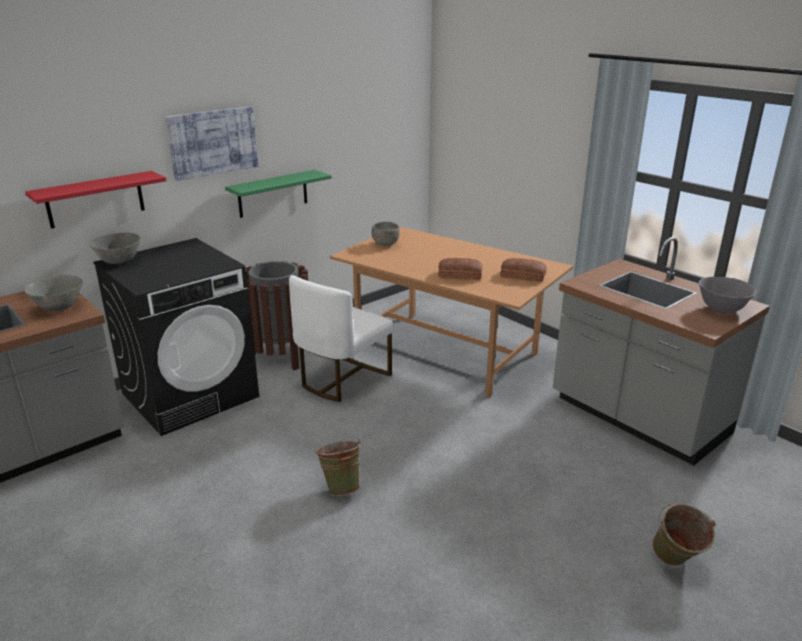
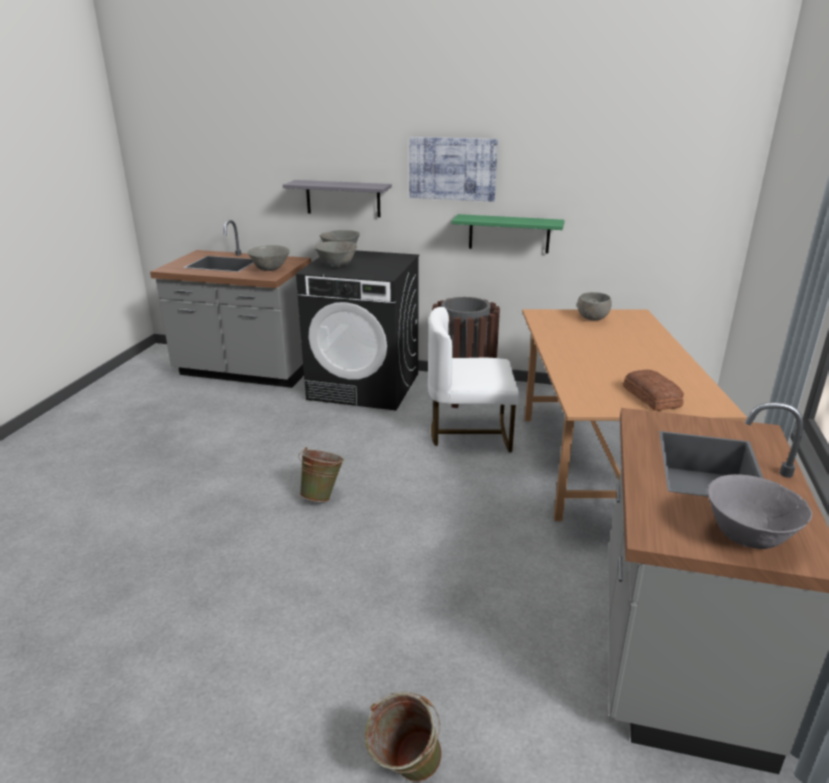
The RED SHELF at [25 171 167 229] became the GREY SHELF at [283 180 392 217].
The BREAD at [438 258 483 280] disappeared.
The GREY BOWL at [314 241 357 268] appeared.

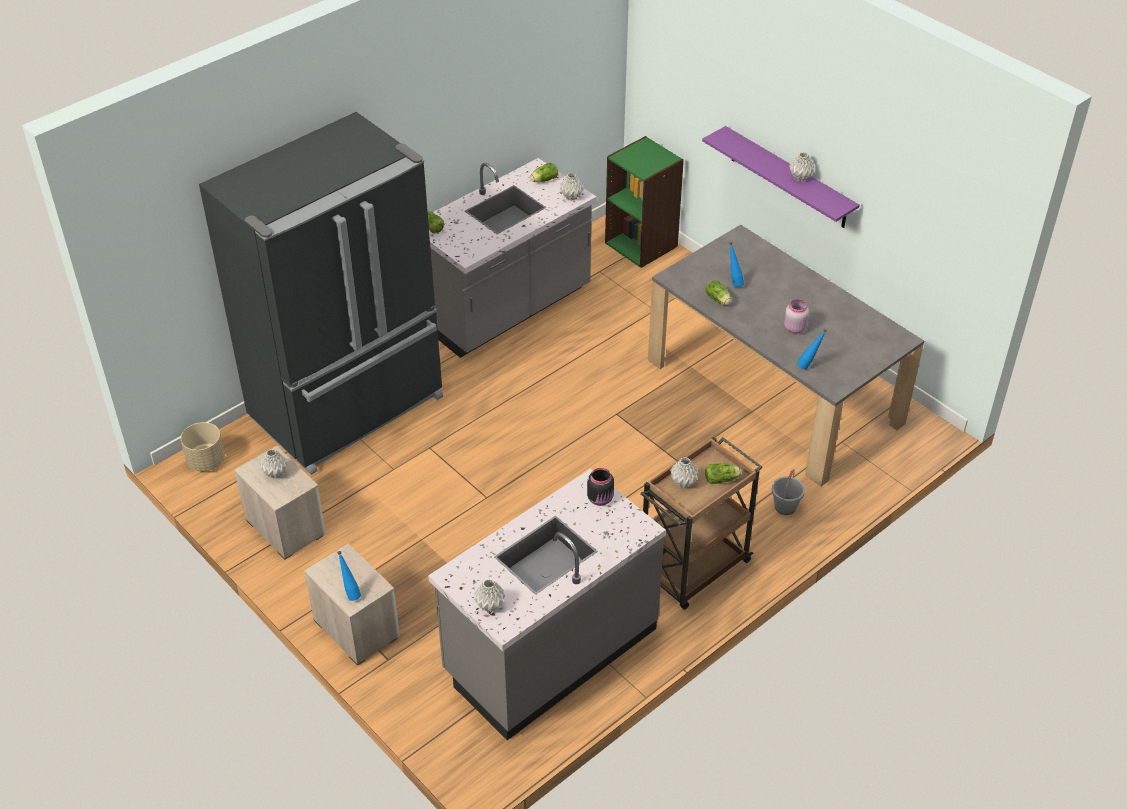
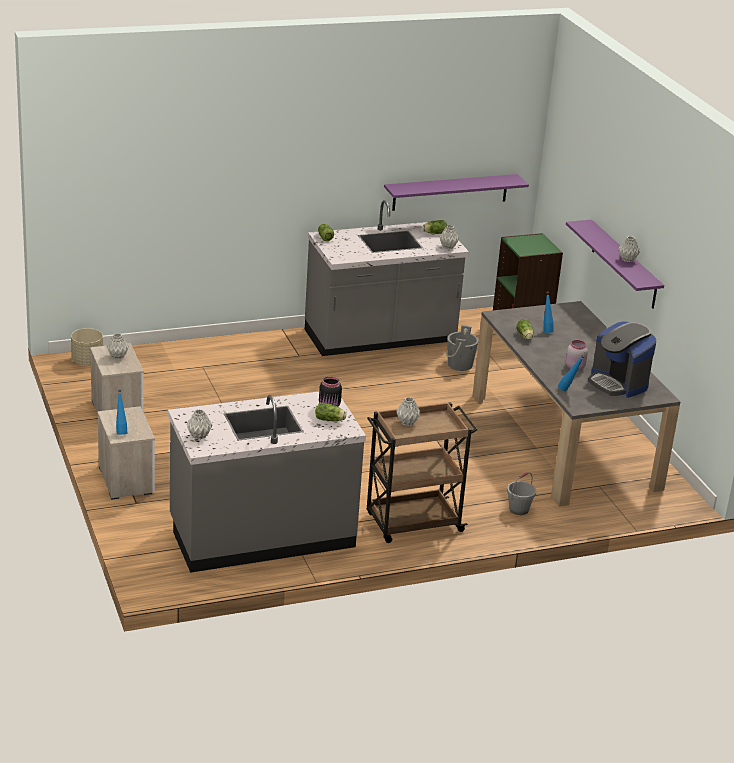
The BLACK FRIDGE at [199 112 443 475] disappeared.
The LETTUCE moved from [705 463 741 484] to [315 403 346 421].
The PURPLE SHELF at [384 174 529 211] appeared.
The GREY BUCKET at [446 325 479 371] appeared.
The COFFEE MACHINE at [588 321 656 398] appeared.

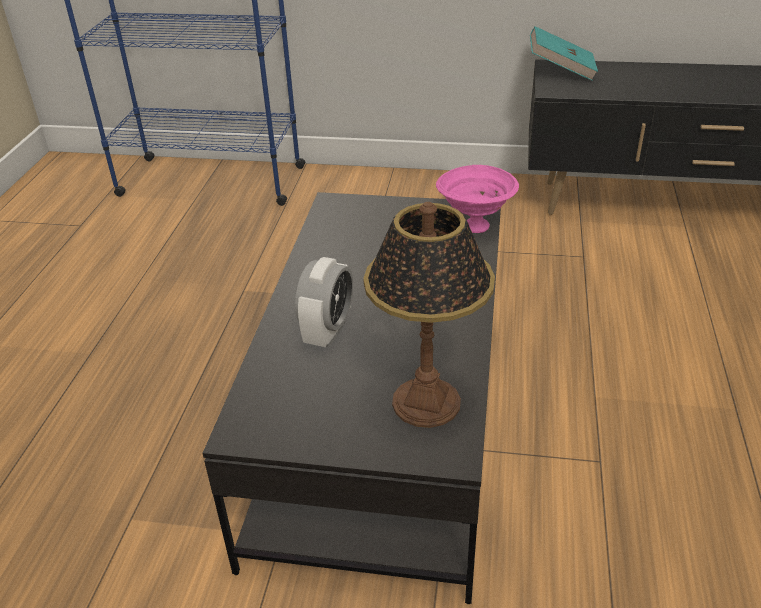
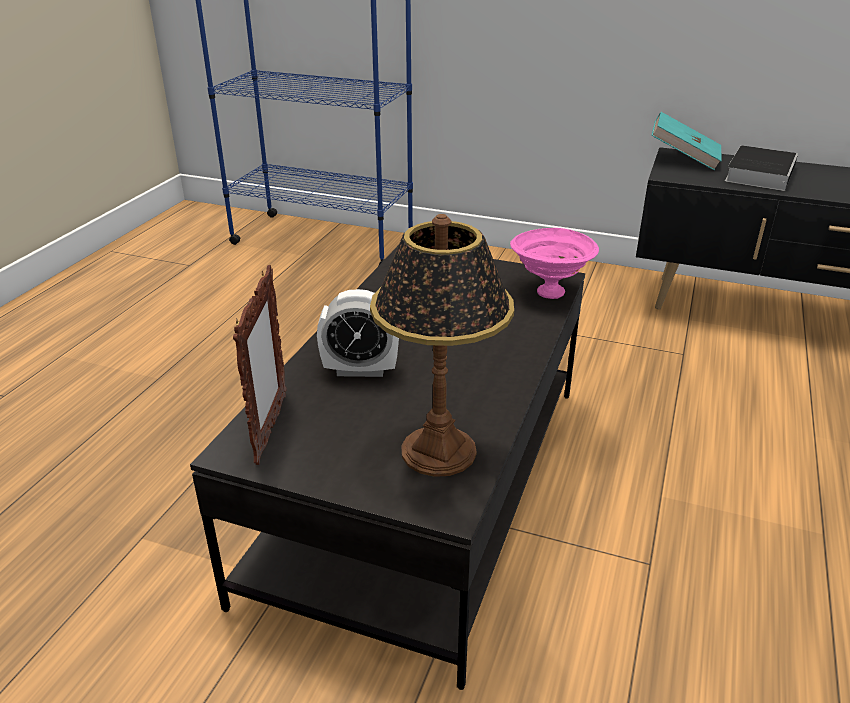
The ALARM CLOCK at [295 257 353 348] turned 60 degrees clockwise.
The PICTURE FRAME at [233 265 287 465] appeared.
The BOOK at [725 145 798 191] appeared.

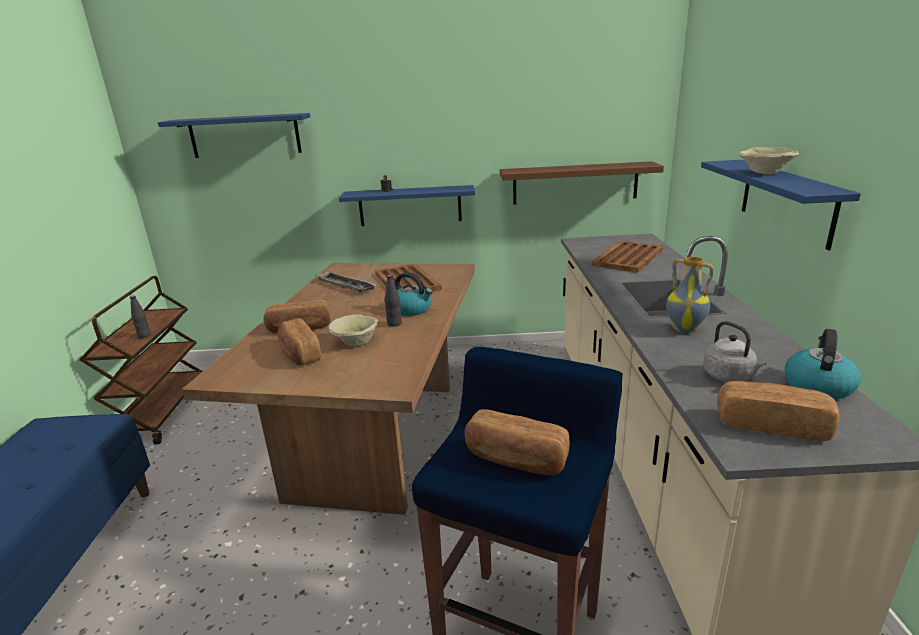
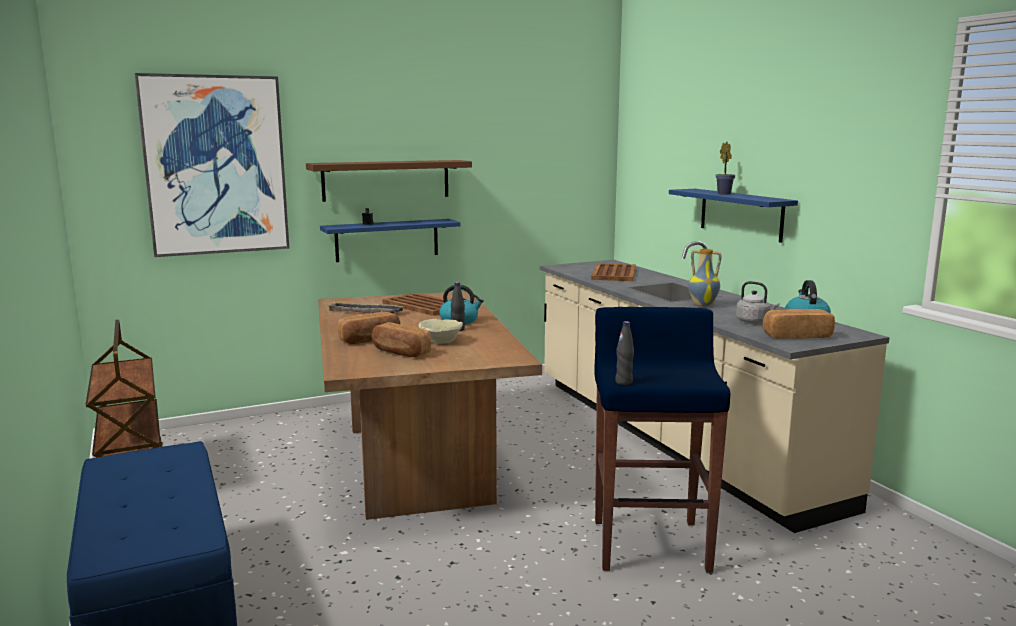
The BLACK BOTTLE moved from [130 295 151 338] to [615 321 634 385].
The BLUE SHELF at [158 113 310 158] was replaced by the PICTURE at [134 73 289 257].
The BREAD at [465 409 570 475] disappeared.
The BROWN SHELF moved from [500 161 664 205] to [306 160 472 202].
The BEIGE BOWL at [738 147 799 175] was replaced by the POTTED PLANT at [716 142 735 195].

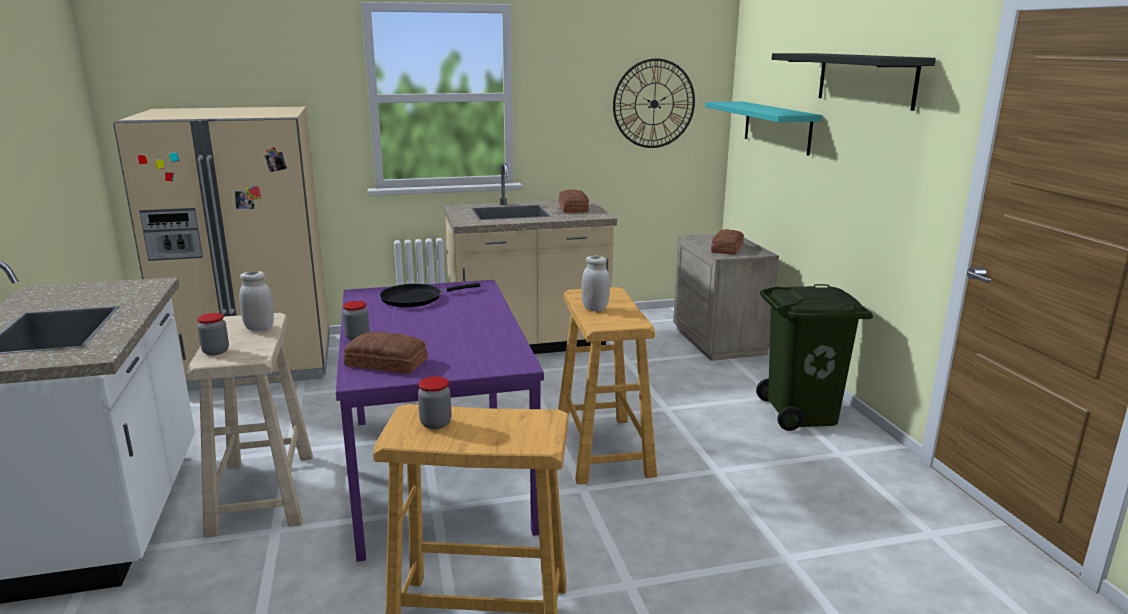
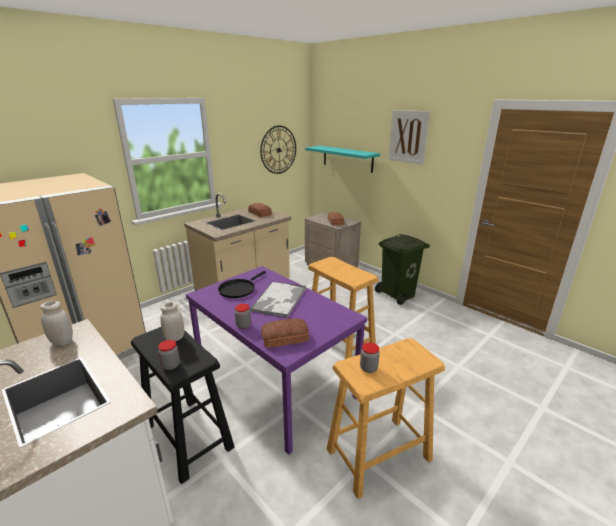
The BEIGE STOOL at [187 313 313 537] became the BLACK STOOL at [131 327 235 484].
The WHITE JAR moved from [582 256 610 312] to [40 301 73 346].
The BLACK SHELF at [772 53 936 111] was replaced by the PICTURE at [388 110 430 165].
The TRAY at [250 281 306 318] appeared.

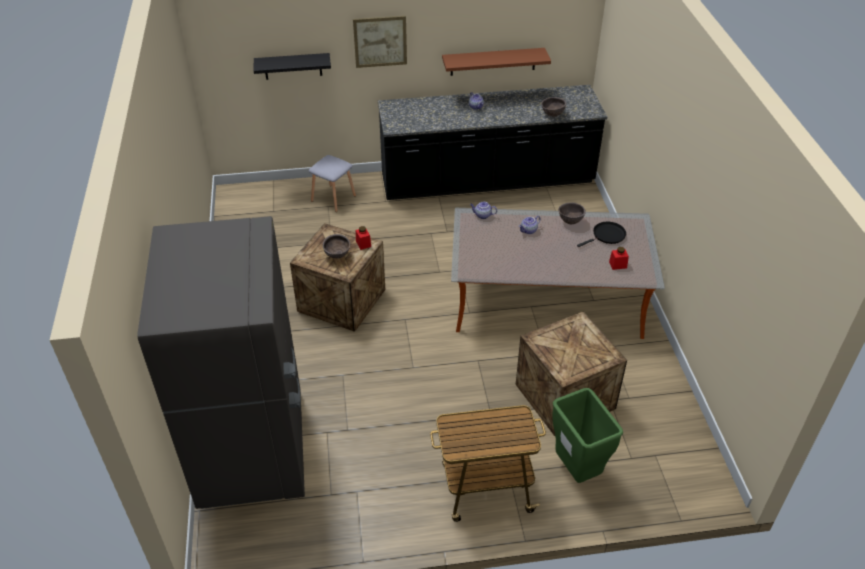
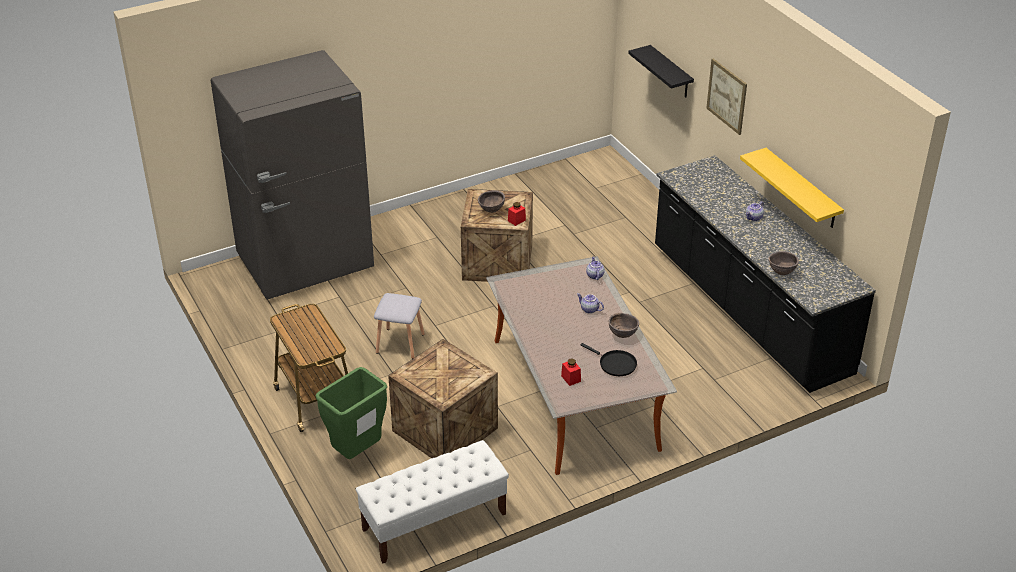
The GREY STOOL moved from [309 155 356 212] to [374 293 425 359].
The BROWN SHELF at [442 48 551 76] became the YELLOW SHELF at [740 148 844 228].
The WHITE BENCH at [356 440 509 563] appeared.

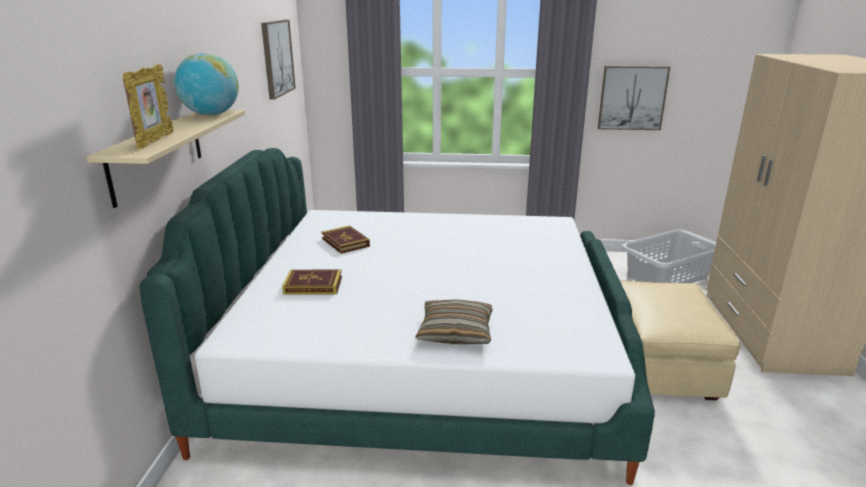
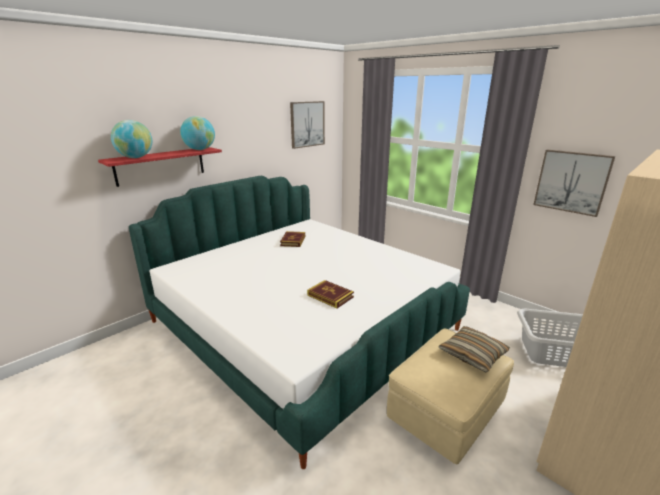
The BEIGE SHELF at [86 110 245 208] became the RED SHELF at [98 147 222 187].
The PICTURE FRAME at [123 64 174 149] was replaced by the GLOBE at [111 120 152 158].
The BOOK moved from [282 270 342 295] to [307 280 354 308].
The PILLOW moved from [415 300 493 344] to [438 326 510 372].

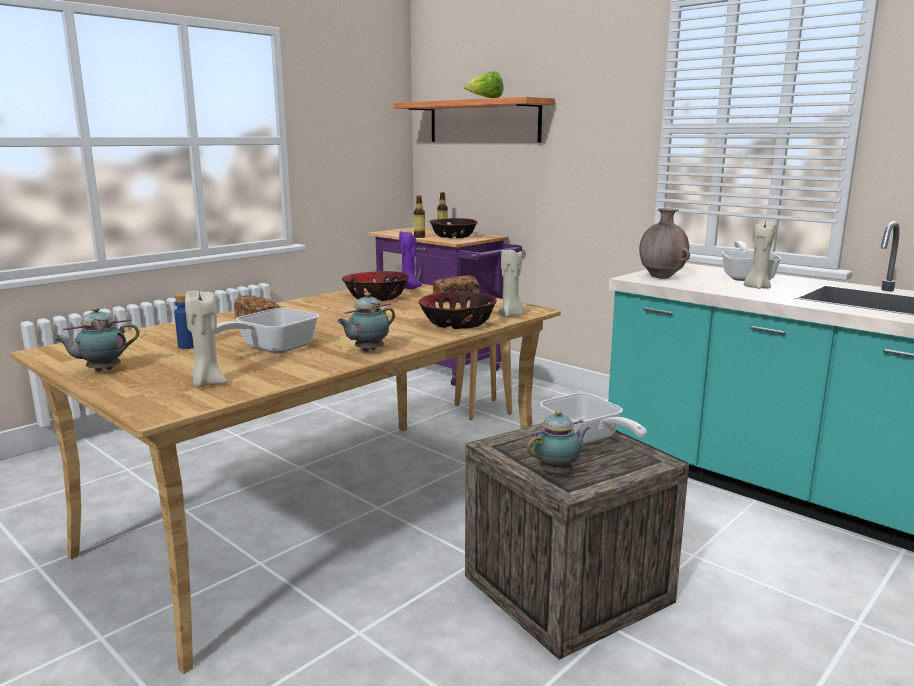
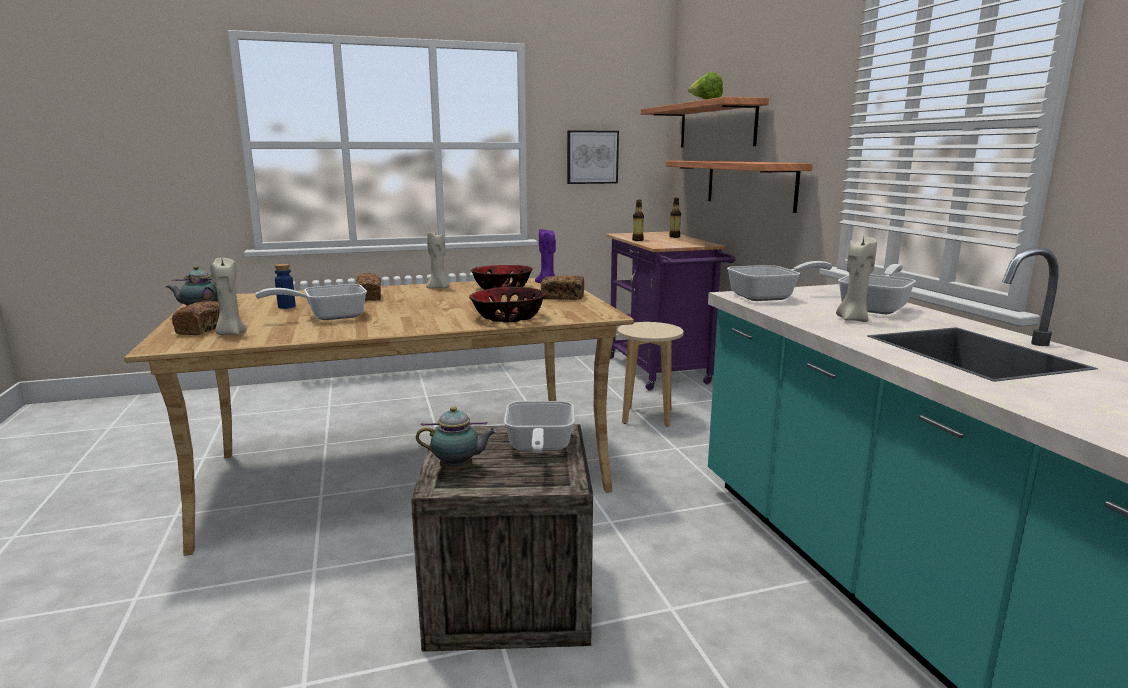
The TEAPOT at [337 292 395 352] disappeared.
The BOWL at [430 218 477 238] disappeared.
The BEIGE CANDLE moved from [498 249 525 317] to [426 232 449 288].
The BROWN VASE at [639 208 690 279] was replaced by the FRYING PAN at [727 261 833 301].
The BREAD at [172 301 220 335] appeared.
The PICTURE at [567 130 619 184] appeared.
The SHELF at [666 161 812 213] appeared.

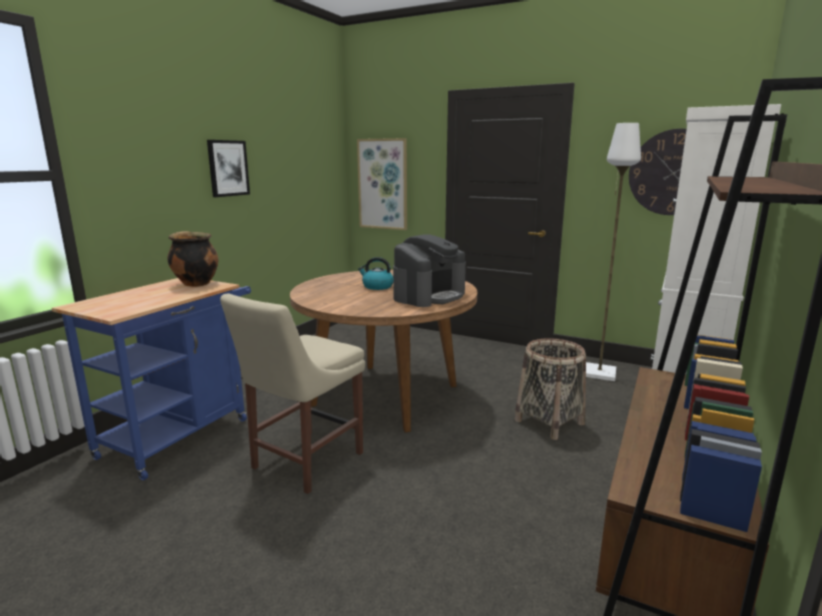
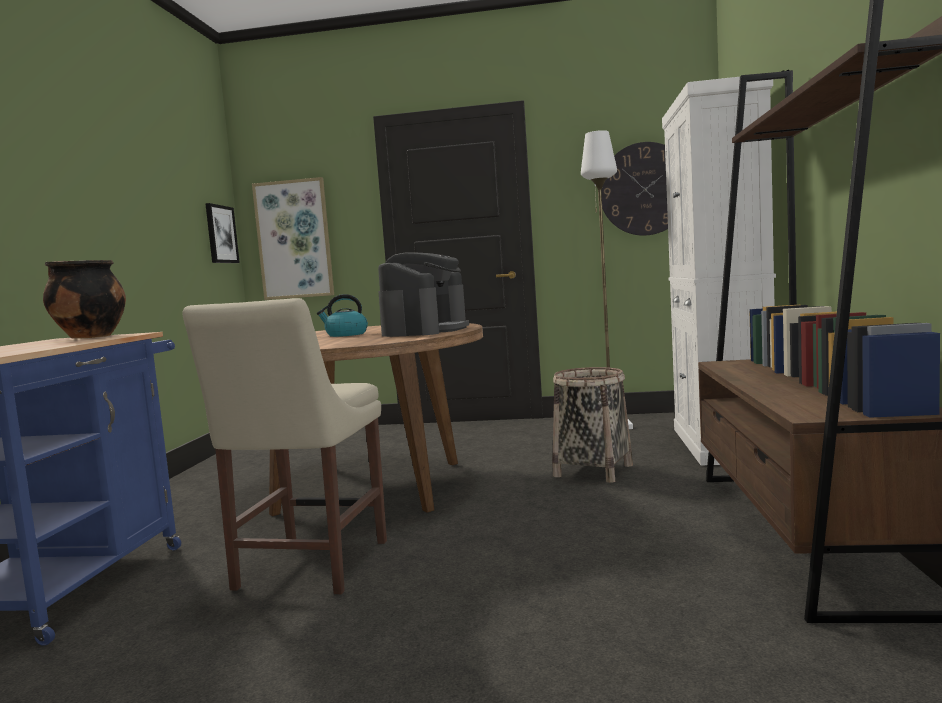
The PICTURE moved from [207 140 250 197] to [205 203 240 263].

